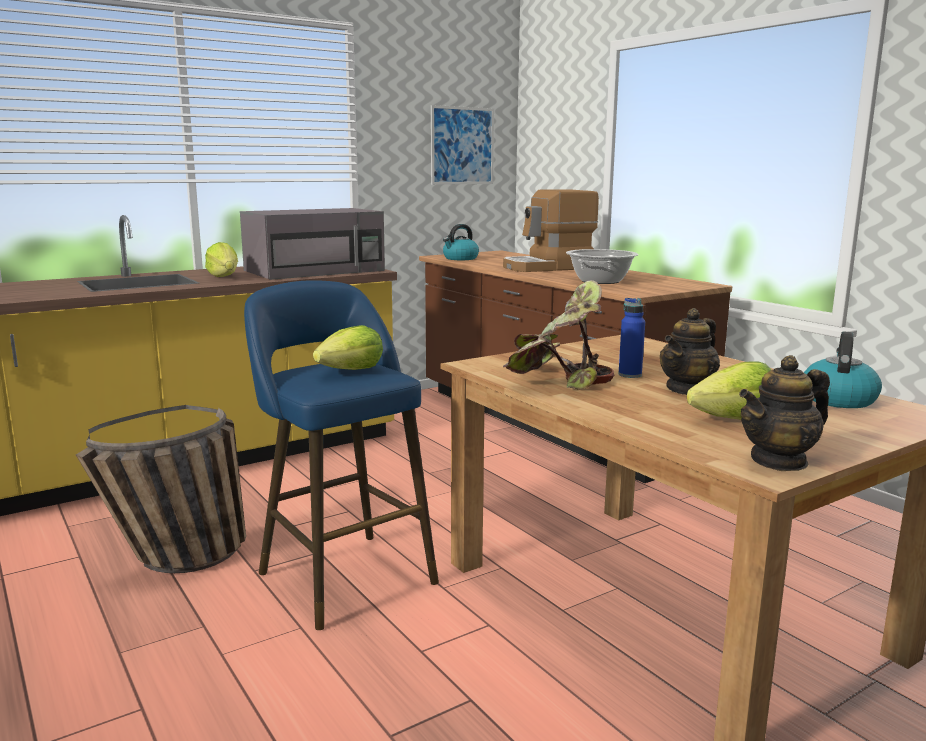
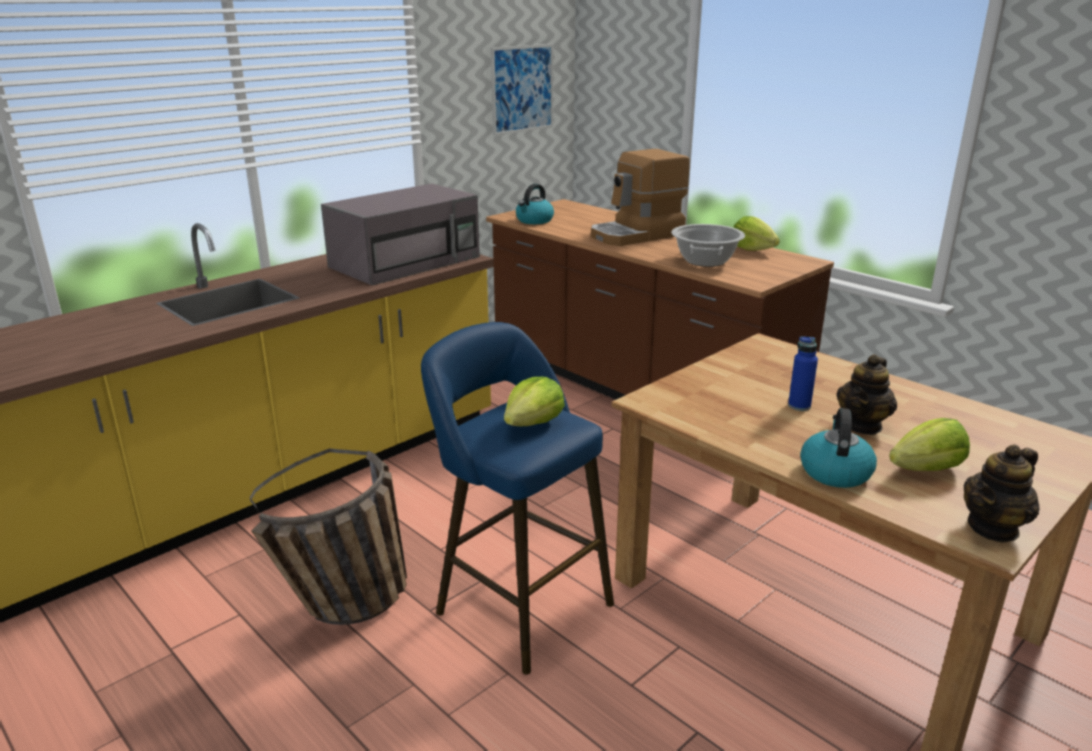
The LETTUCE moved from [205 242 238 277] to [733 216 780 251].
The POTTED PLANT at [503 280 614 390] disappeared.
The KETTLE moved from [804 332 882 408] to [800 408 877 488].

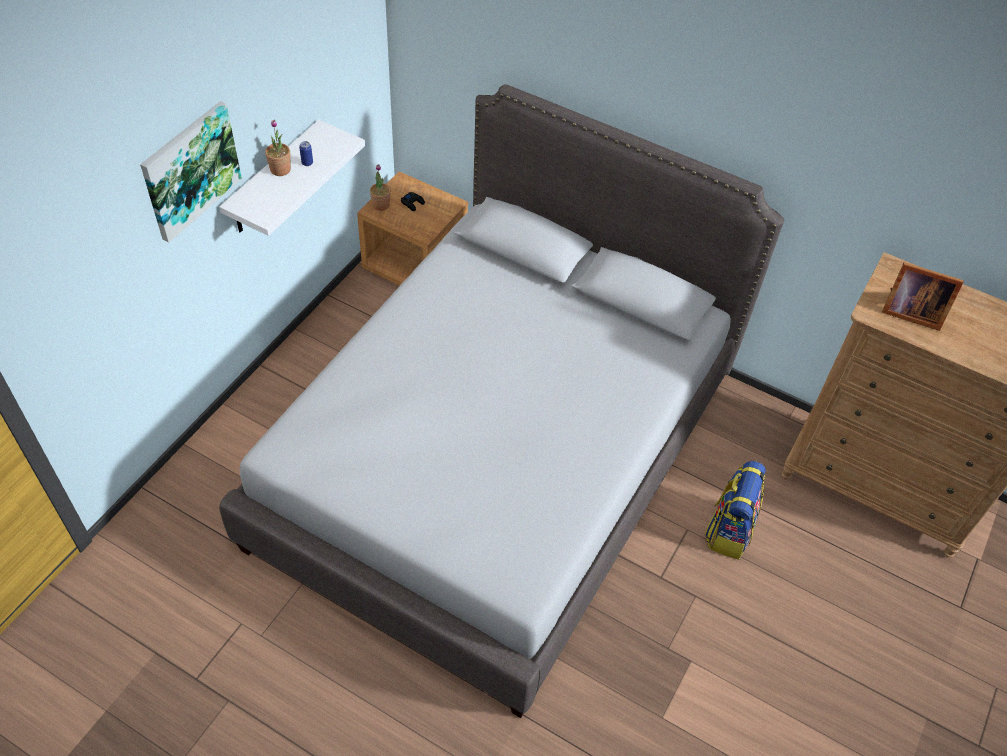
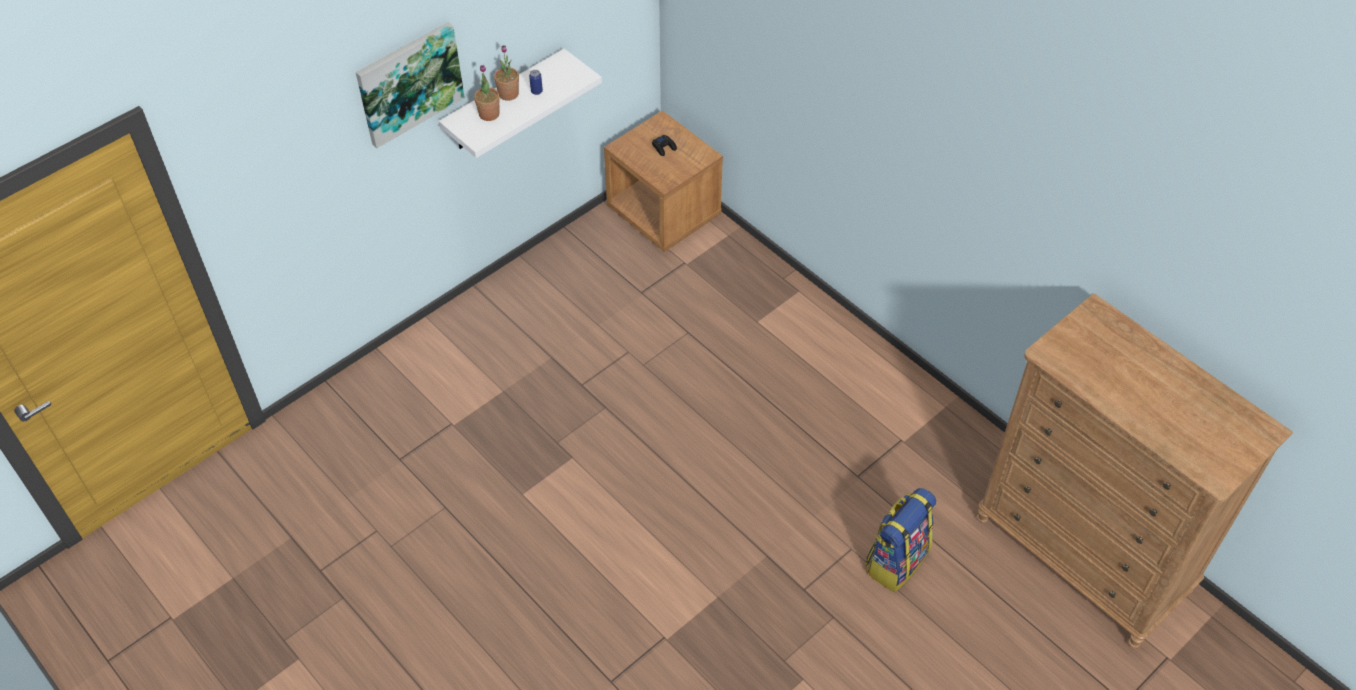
The GREY BED at [219 84 784 718] disappeared.
The POTTED PLANT moved from [370 164 391 211] to [474 65 500 121].
The PICTURE FRAME at [882 262 964 331] disappeared.

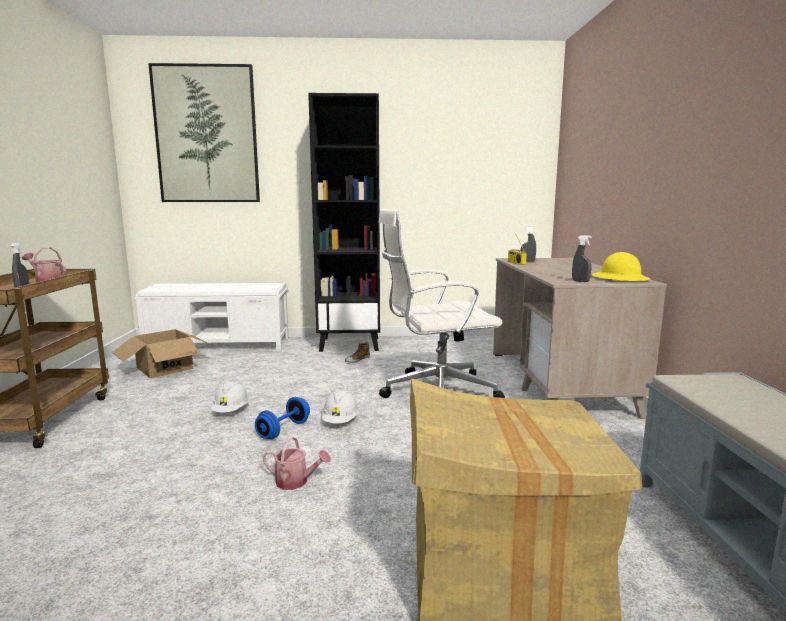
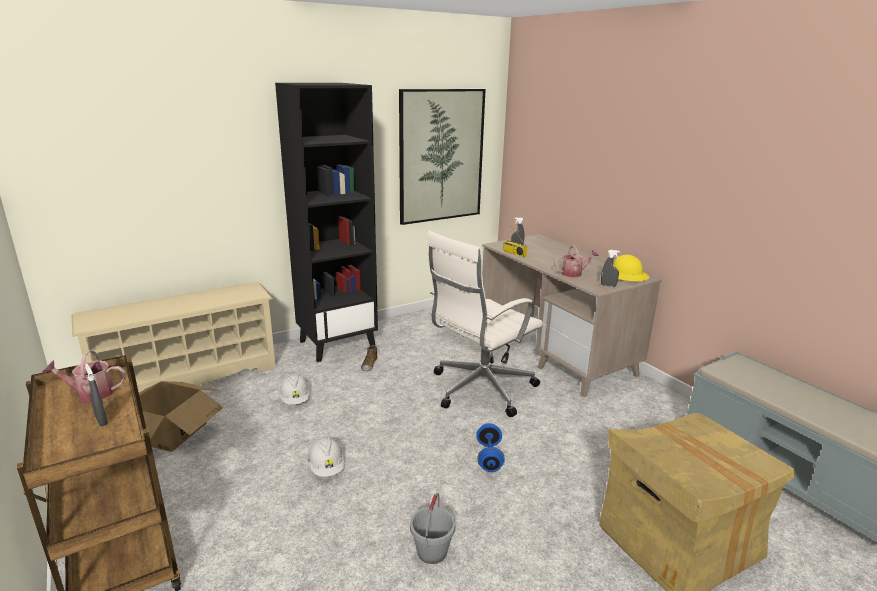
The WHITE BENCH at [134 283 289 350] was replaced by the BEIGE SHOE RACK at [72 282 276 393].
The PICTURE moved from [148 63 260 202] to [399 89 486 225].
The BLUE DUMBBELL moved from [255 397 310 439] to [476 423 505 472].
The WATERING CAN moved from [263 436 331 490] to [554 245 599 277].
The WHITE HARD HAT moved from [322 390 359 423] to [279 374 310 405].
The GREY BUCKET at [410 493 456 564] appeared.

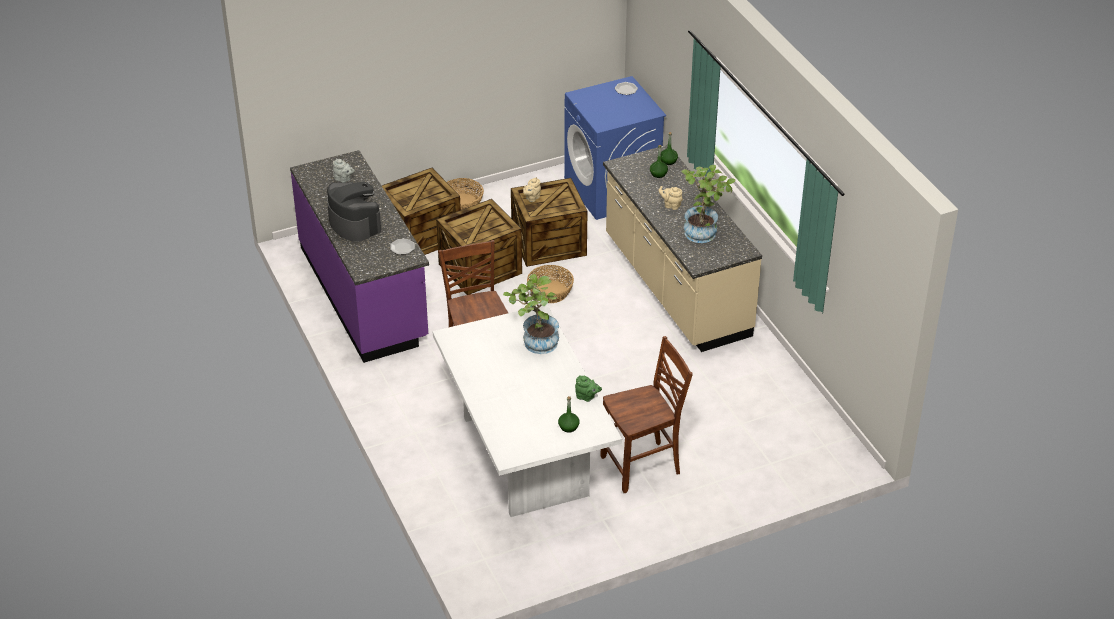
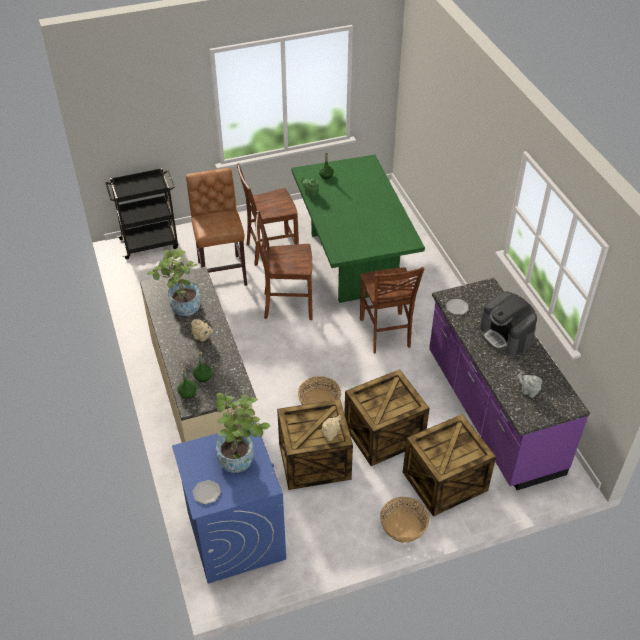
The WHITE DINING TABLE at [433 305 622 517] became the GREEN DINING TABLE at [291 155 425 303].
The POTTED PLANT moved from [503 274 559 354] to [216 393 270 473].
The BLACK CART at [105 168 178 259] appeared.
The BROWN STOOL at [186 168 247 286] appeared.
The BROWN CHAIR at [255 211 313 320] appeared.

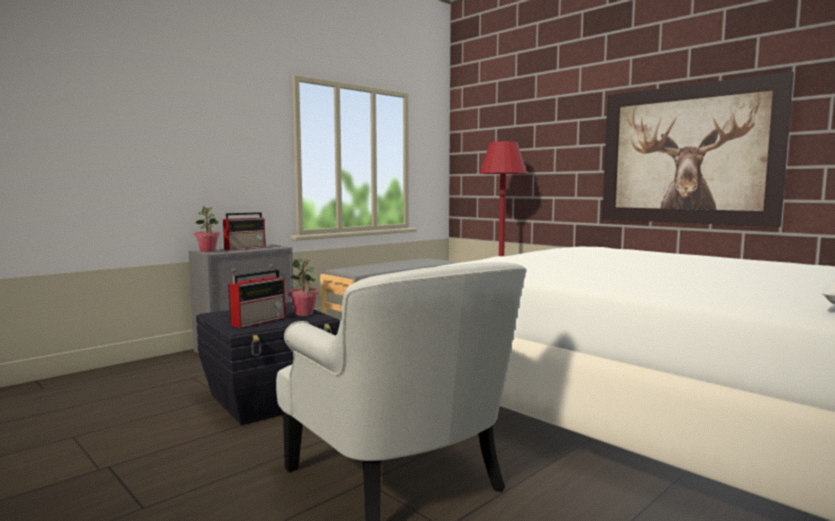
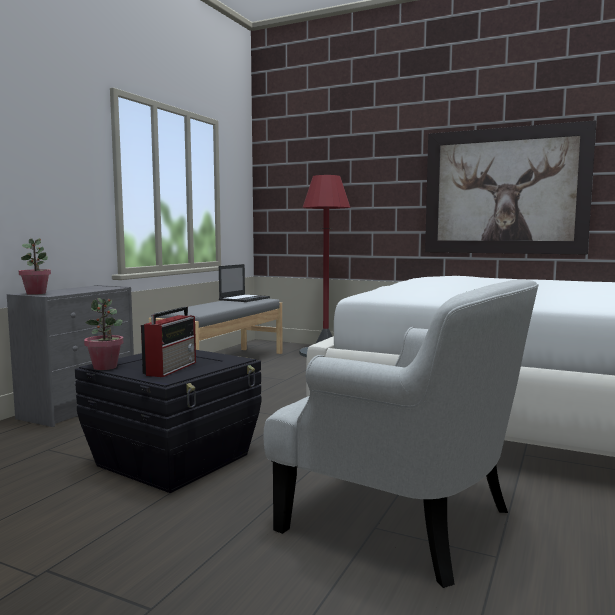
The RADIO at [223 212 266 251] disappeared.
The POTTED PLANT moved from [288 258 319 316] to [84 298 123 370].
The LAPTOP at [219 264 270 302] appeared.

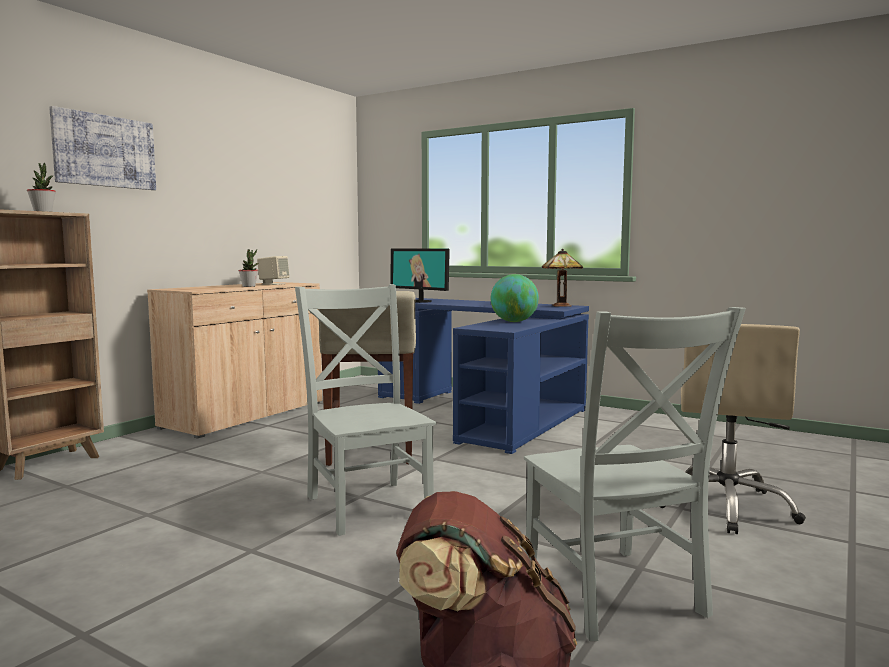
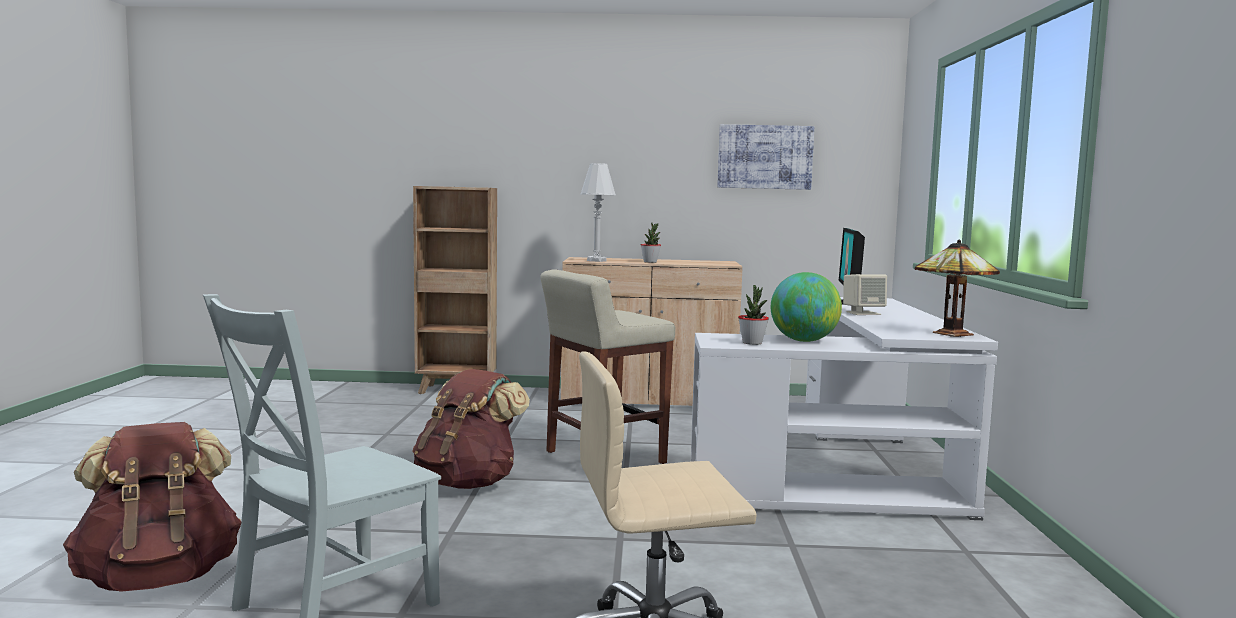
The POTTED PLANT moved from [27 162 56 212] to [738 285 769 345].
The PICTURE moved from [49 106 156 190] to [717 124 814 190].
The BEIGE SPEAKER moved from [257 256 290 285] to [843 274 887 315].
The GREY CHAIR at [295 284 436 536] was replaced by the BROWN BACKPACK at [412 369 530 489].
The BLUE DESK at [378 298 589 454] became the WHITE DESK at [691 297 998 520].
The WHITE TABLE LAMP at [581 163 616 262] appeared.

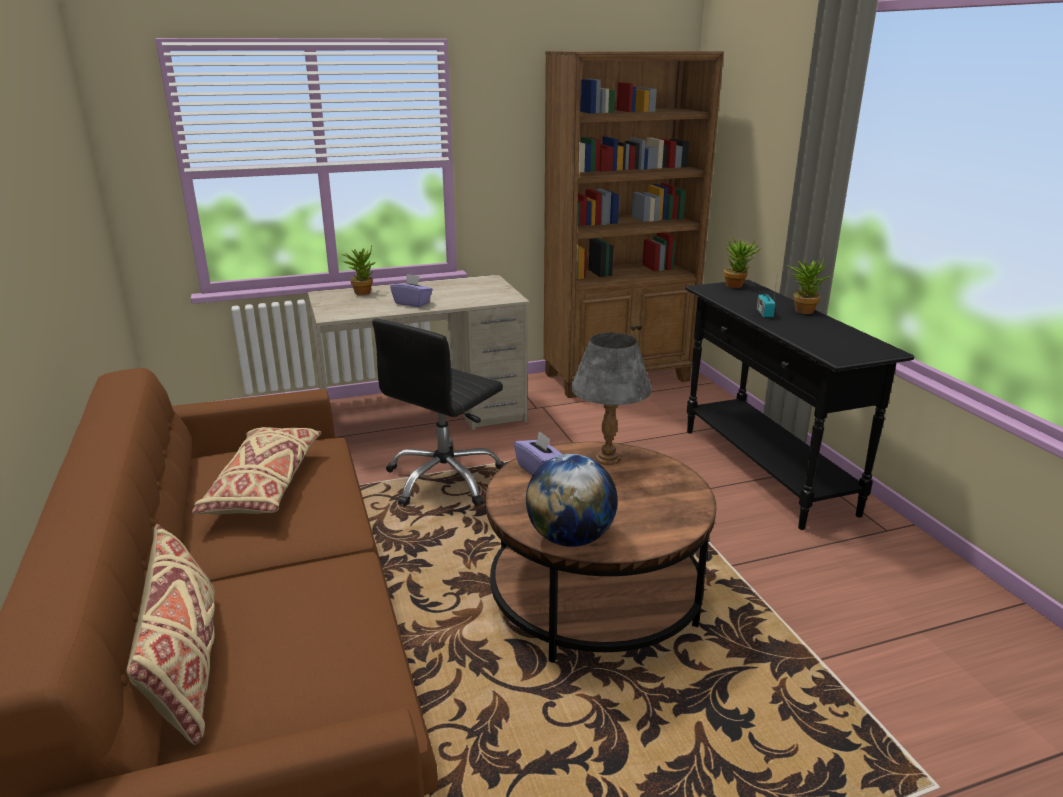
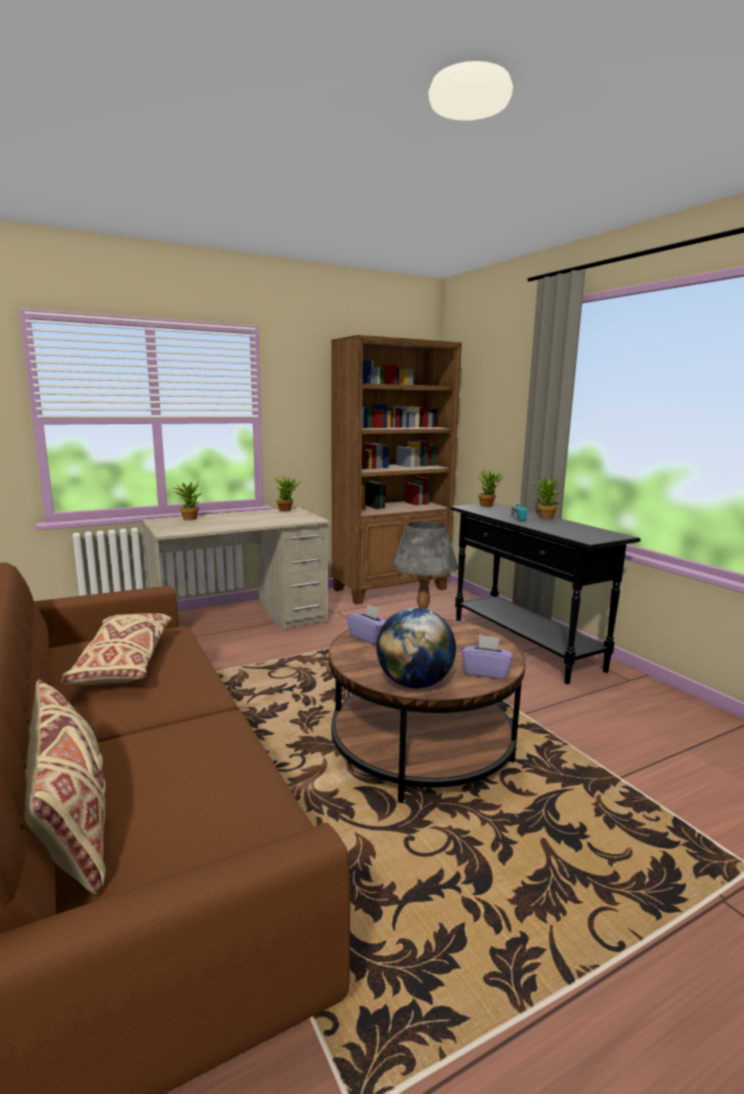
The BLACK OFFICE CHAIR at [372 319 505 506] disappeared.
The PURPLE TISSUE BOX moved from [390 274 433 307] to [462 635 512 680].
The POTTED PLANT at [275 476 301 511] appeared.

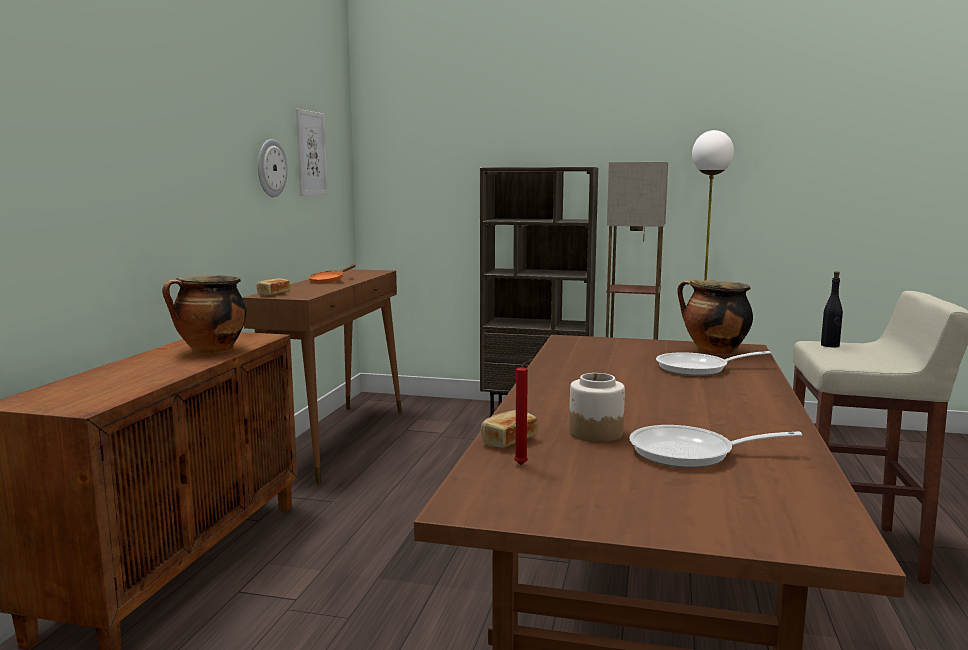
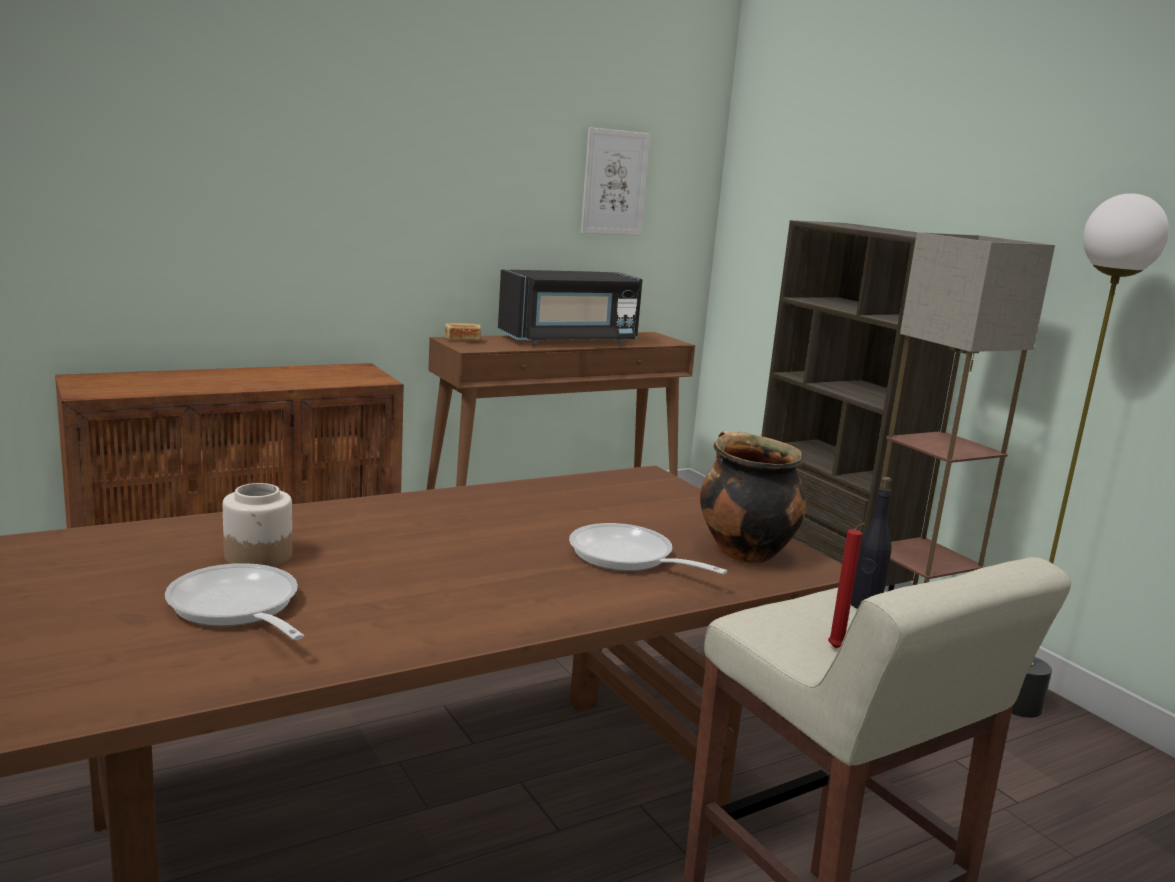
The COOKING POT at [162 276 247 354] disappeared.
The WALL CLOCK at [258 139 288 197] disappeared.
The ORANGE FRYING PAN at [309 264 355 284] was replaced by the BLACK MICROWAVE at [498 270 643 344].
The BREAD at [481 410 538 447] disappeared.
The RED CANDLE moved from [514 359 533 465] to [828 523 864 648].

